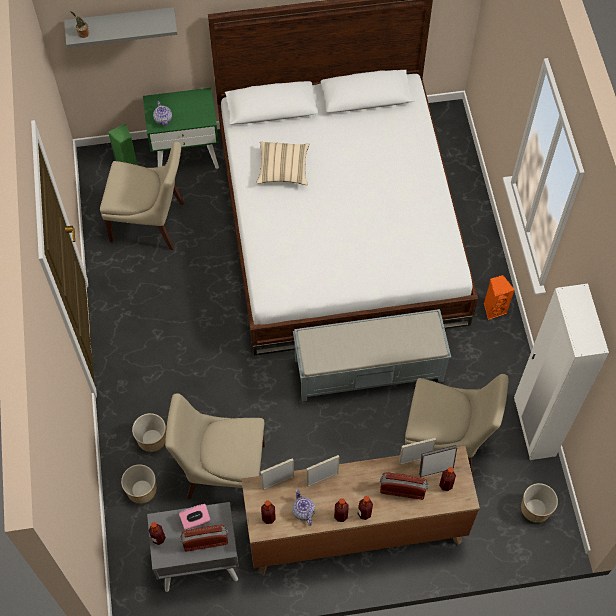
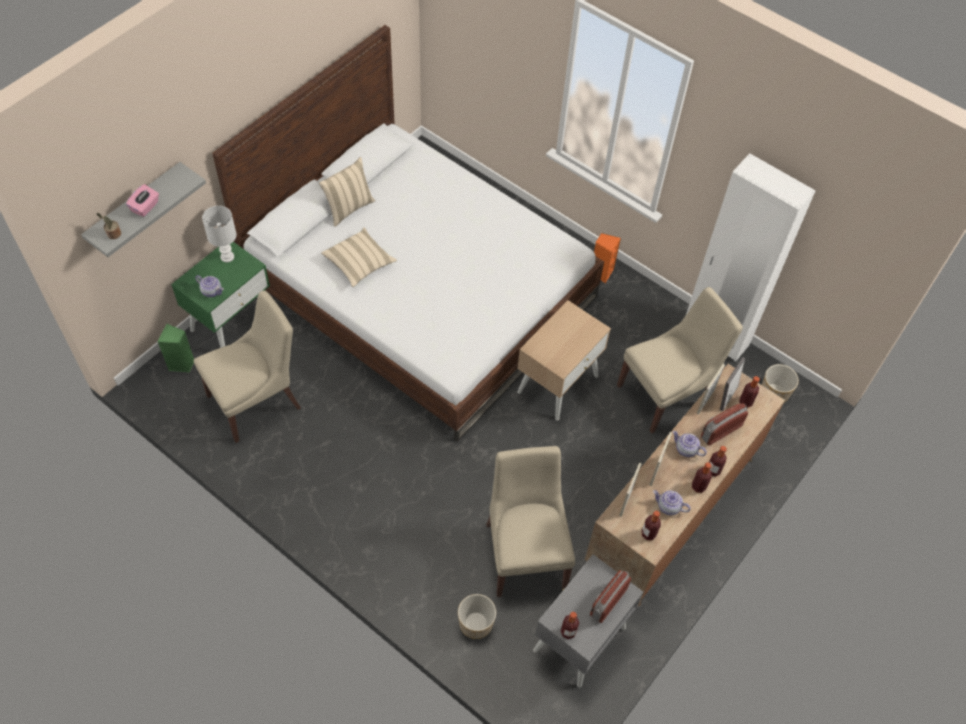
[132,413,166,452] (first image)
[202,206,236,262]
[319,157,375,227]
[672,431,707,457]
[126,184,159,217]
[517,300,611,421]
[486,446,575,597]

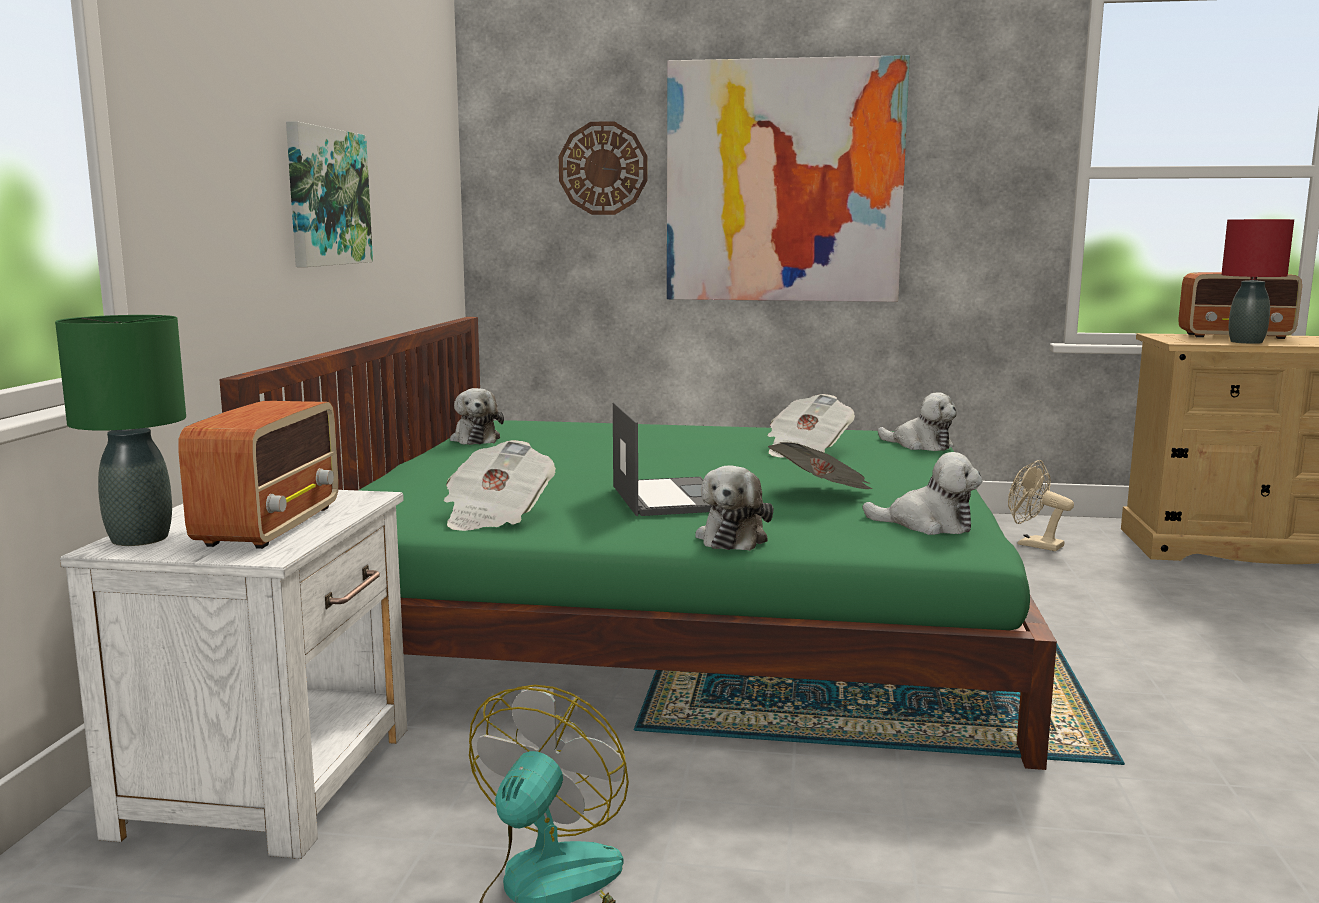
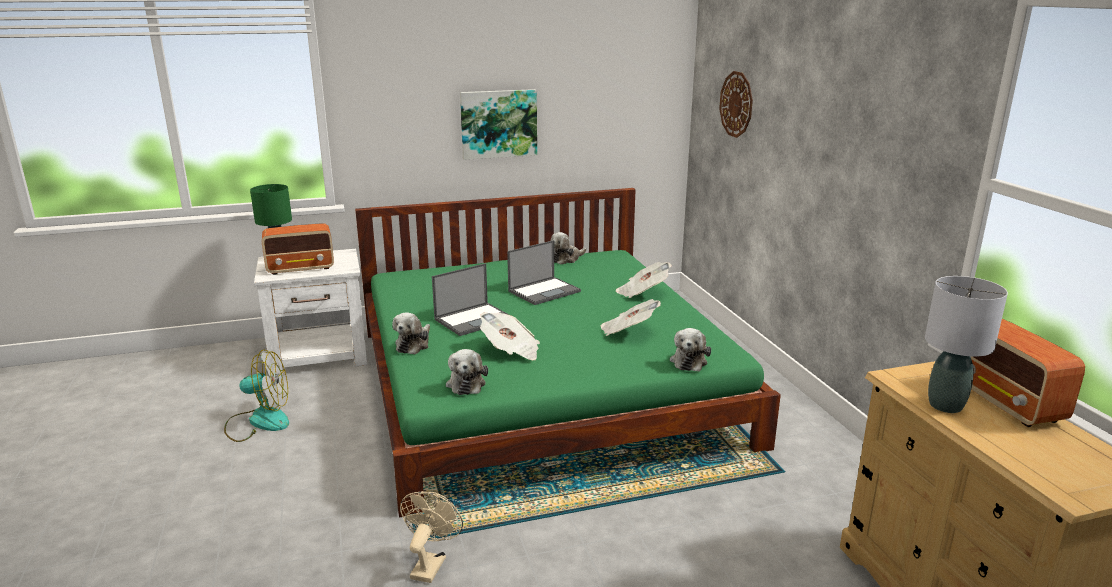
[667,55,910,302] (first image)
[507,240,581,305]
[616,262,672,298]
[400,491,463,583]
[925,276,1008,413]
[392,312,430,355]

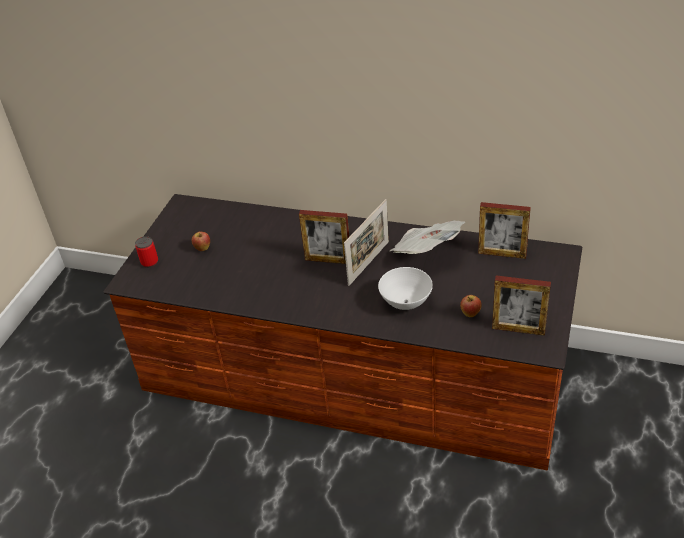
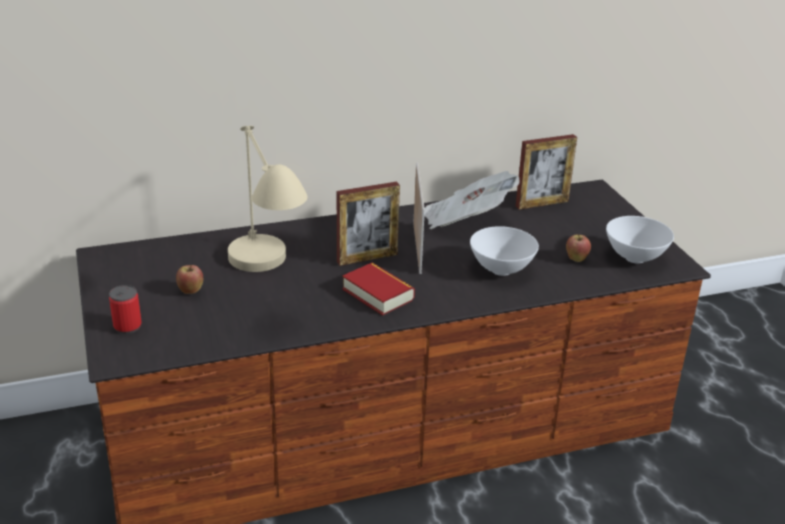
[228,125,307,272]
[342,263,415,316]
[606,216,674,263]

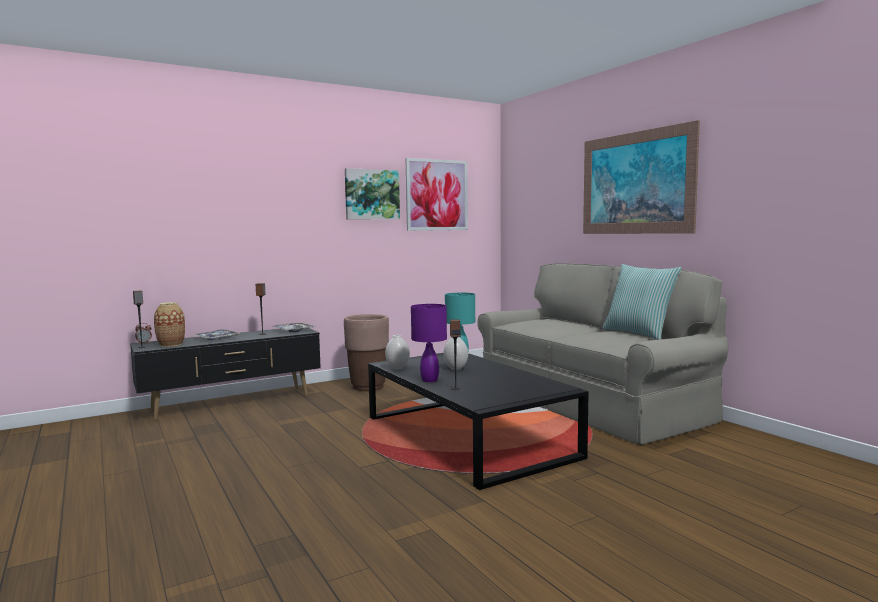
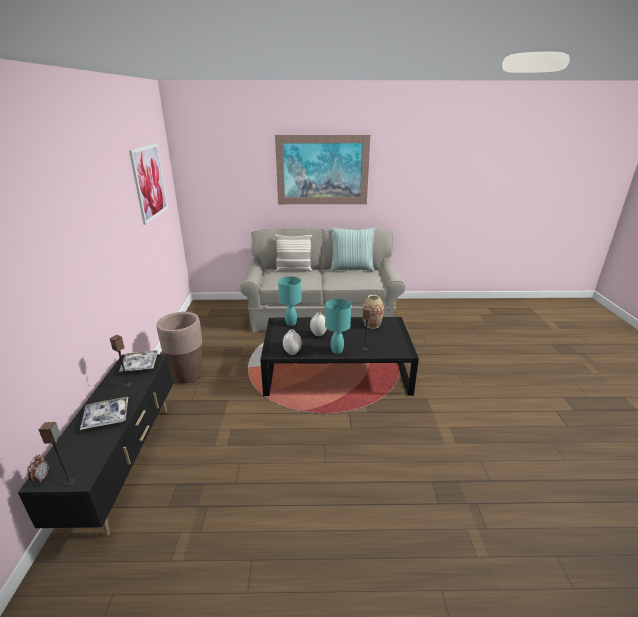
[345,168,400,219] (first image)
[275,234,312,272]
[362,295,384,329]
[325,299,351,354]

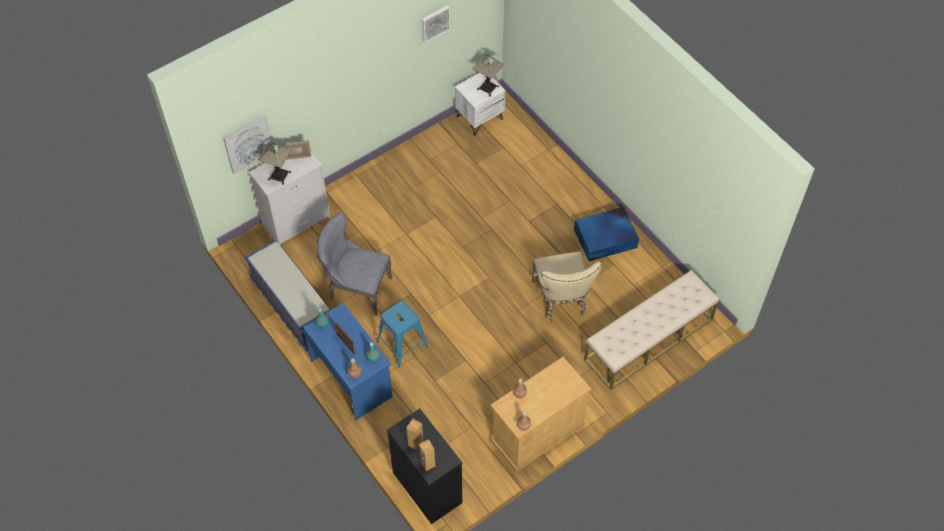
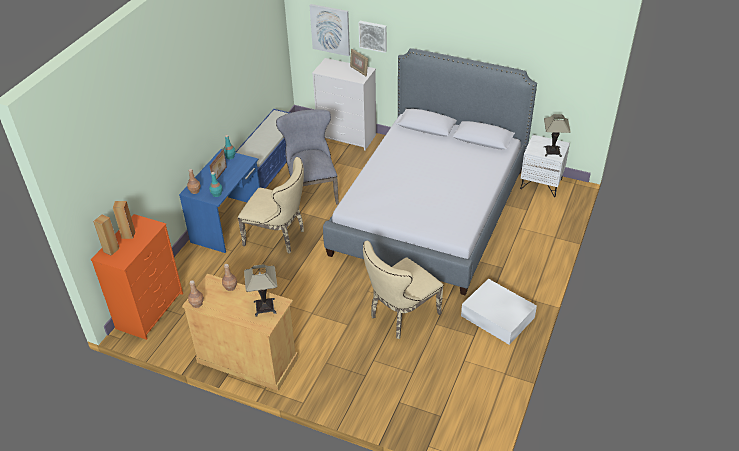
[584,270,719,390] (first image)
[323,48,537,295]
[244,264,277,317]
[359,21,387,53]
[238,157,304,254]
[91,214,183,340]
[461,279,537,345]

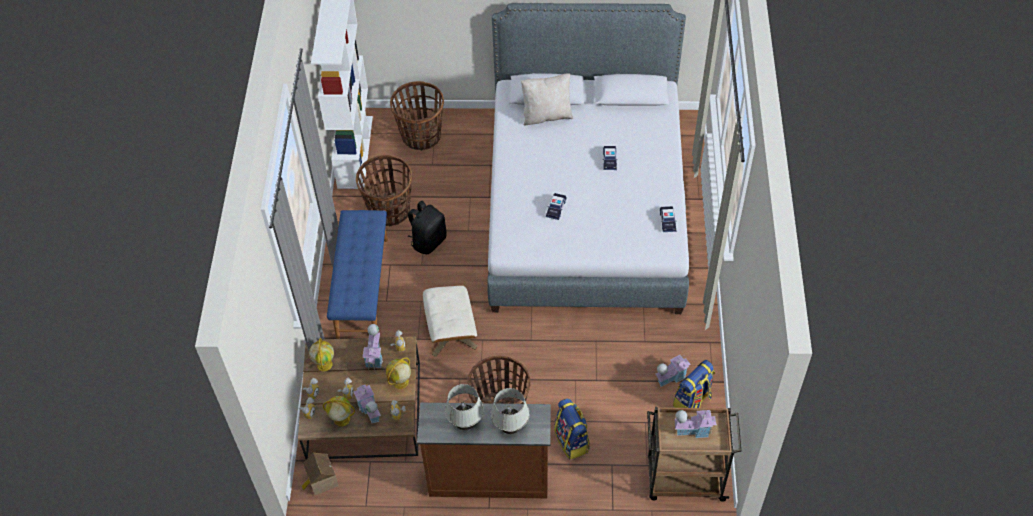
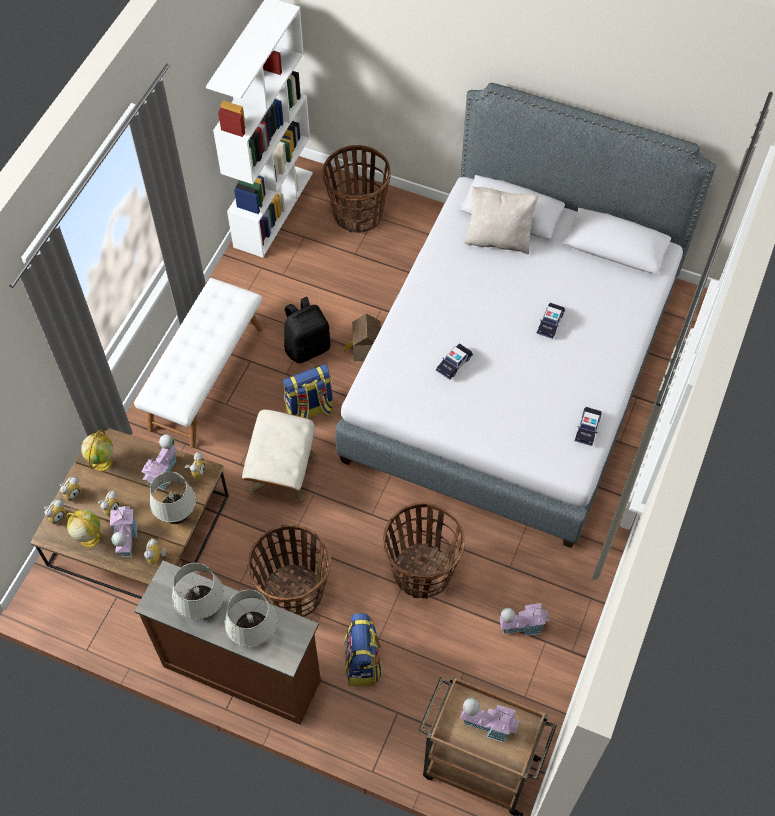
[344,313,381,361]
[383,502,465,599]
[282,364,334,419]
[150,472,196,524]
[134,278,262,448]

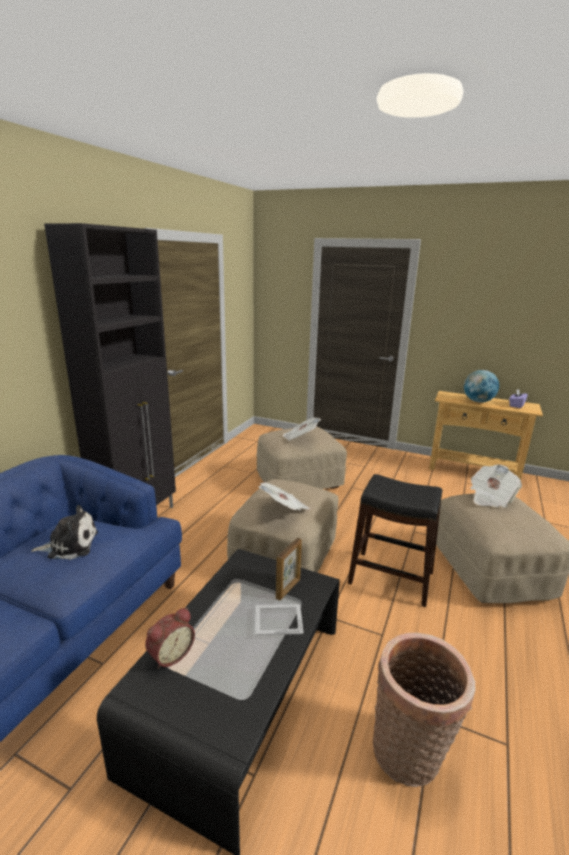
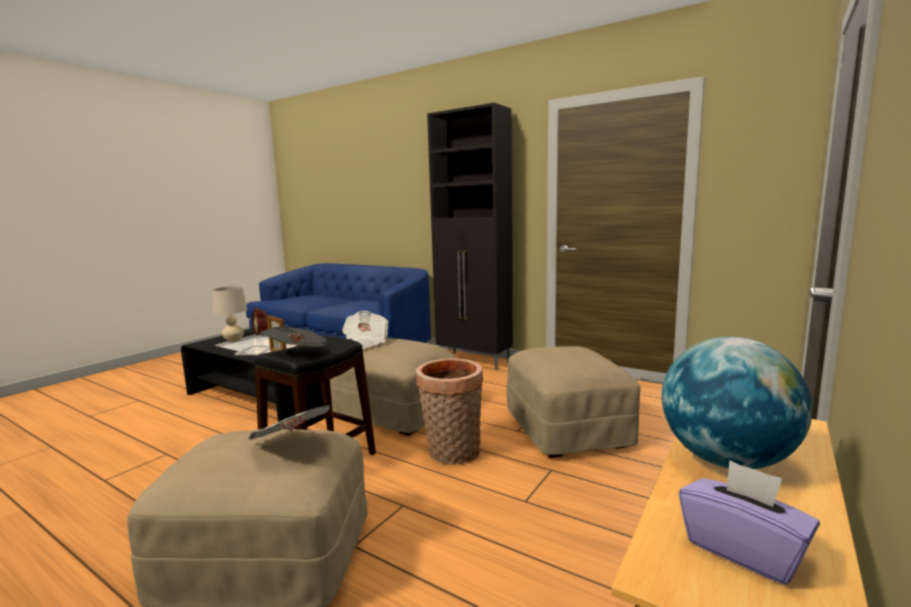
[31,505,98,560] (first image)
[212,286,247,342]
[260,326,326,346]
[416,358,483,465]

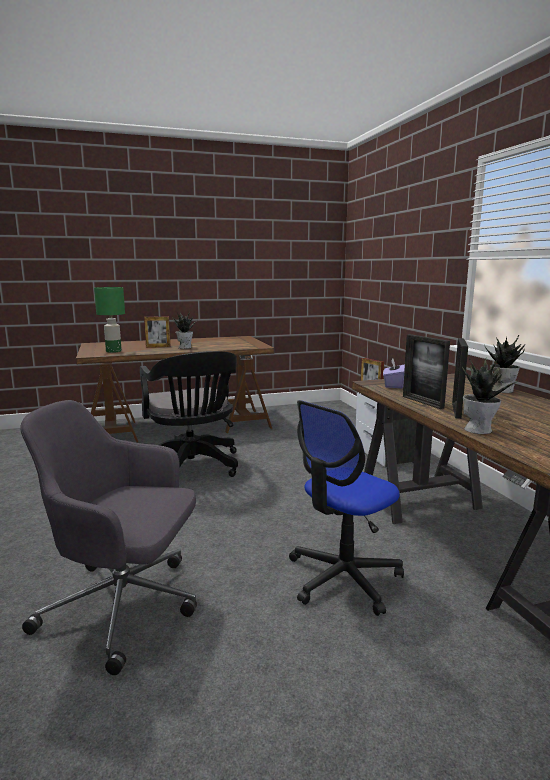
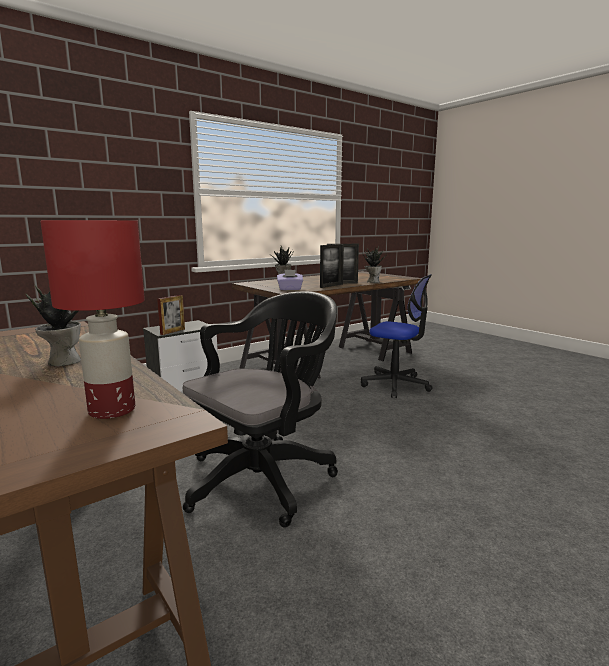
[20,400,197,675] (first image)
[144,316,171,348] (first image)
[40,220,145,419]

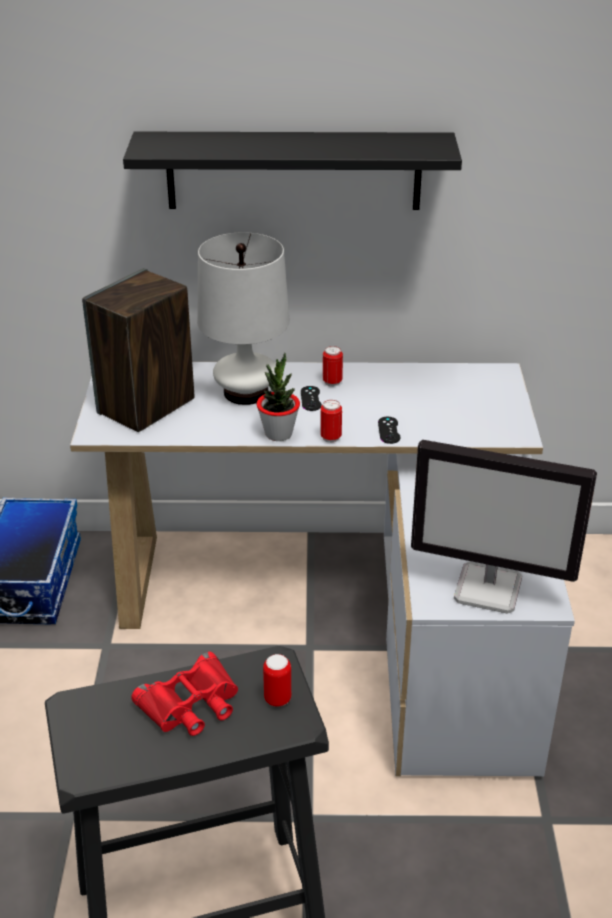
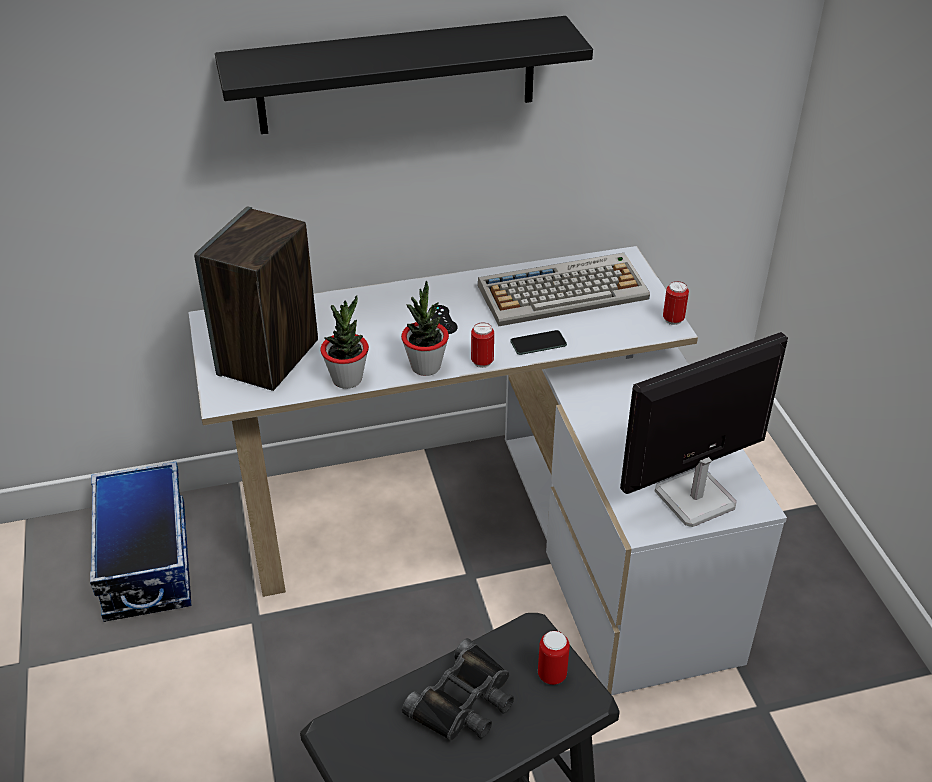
[197,232,290,405] (first image)
[320,295,369,389]
[478,253,650,326]
[663,281,689,325]
[510,330,567,355]
[402,638,514,741]
[620,332,788,527]

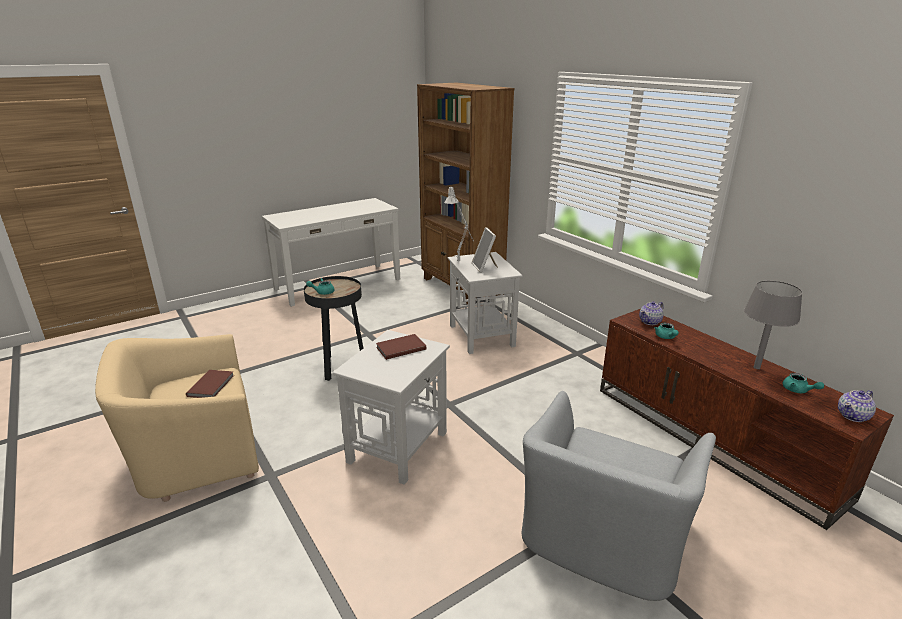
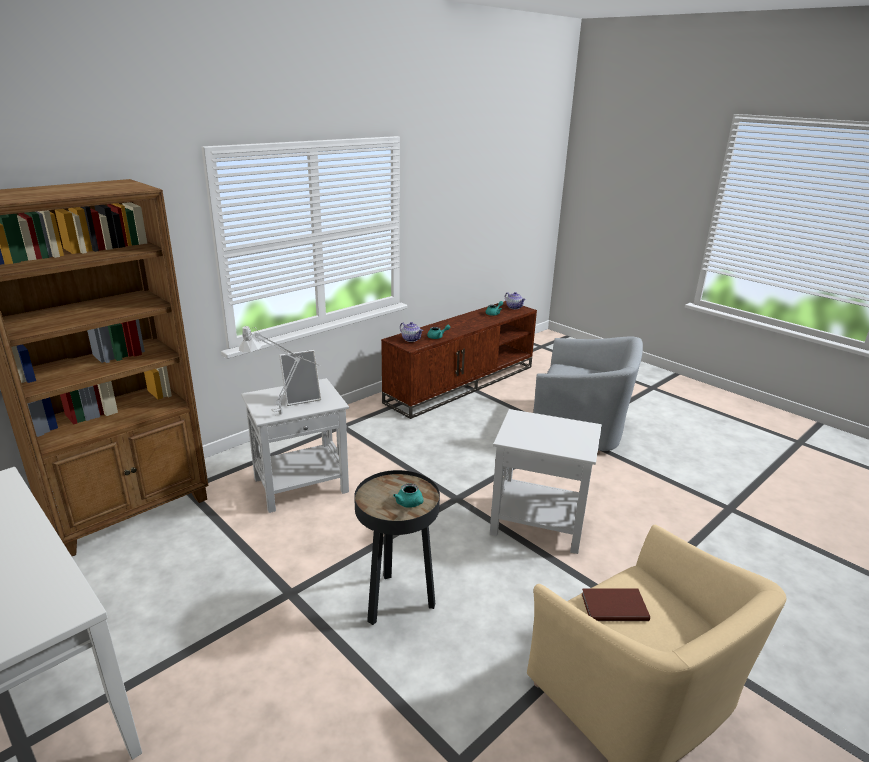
[376,334,427,360] (first image)
[744,281,803,369] (first image)

